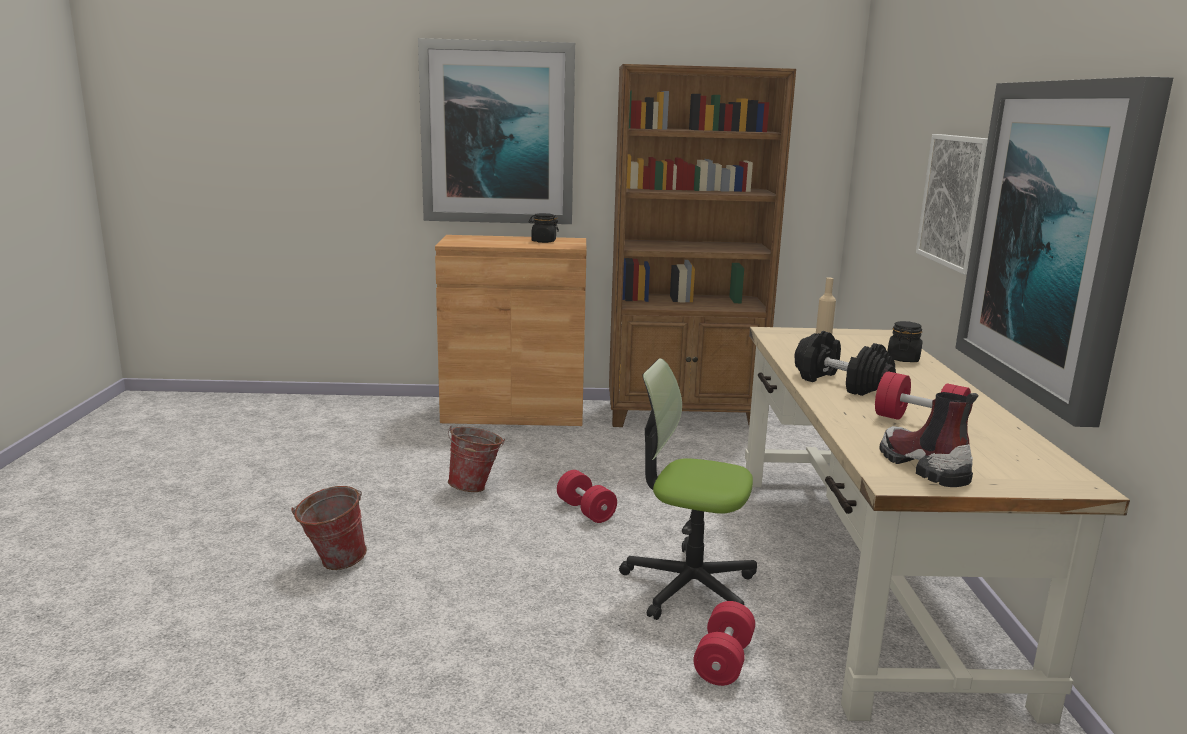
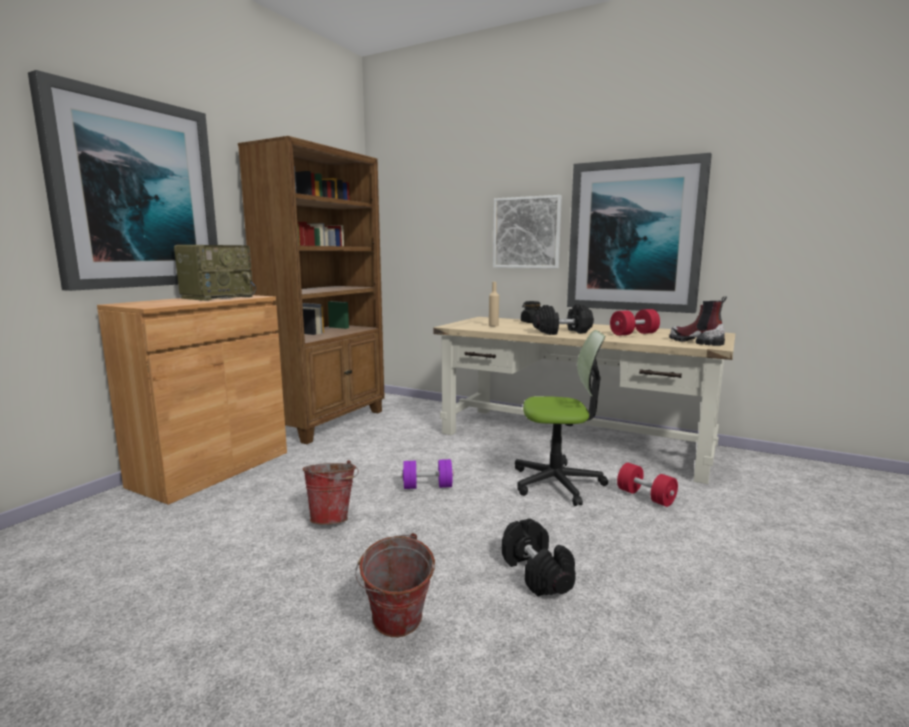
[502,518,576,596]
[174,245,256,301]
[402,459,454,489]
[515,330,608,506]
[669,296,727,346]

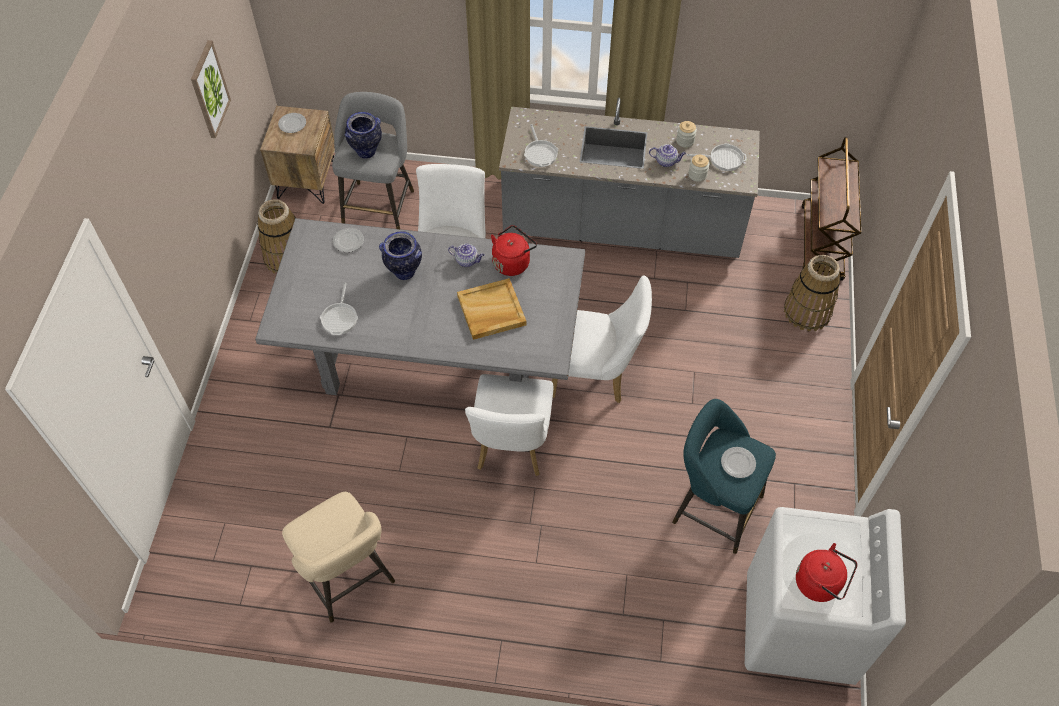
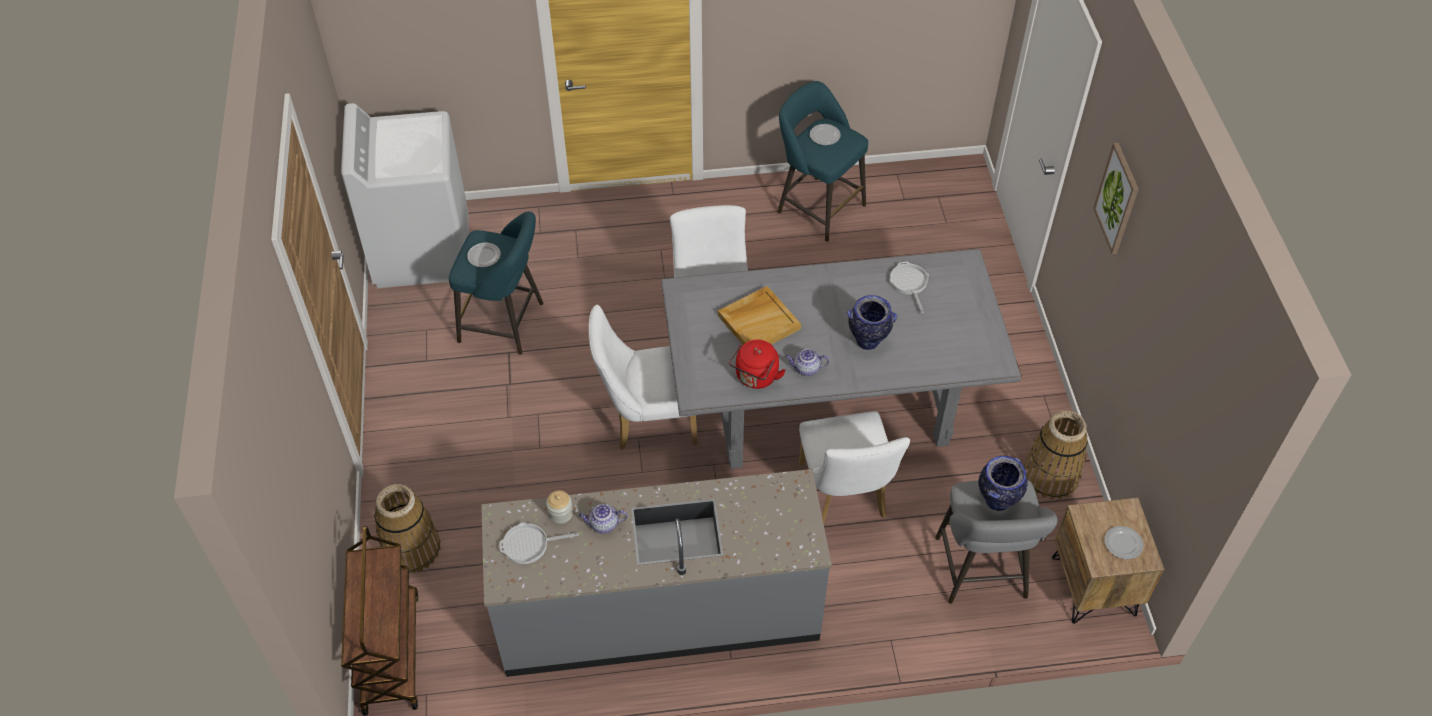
[524,124,558,167] (first image)
[676,121,697,148] (first image)
[796,543,857,602] (first image)
[1093,143,1139,254]
[810,124,841,145]
[778,81,868,242]

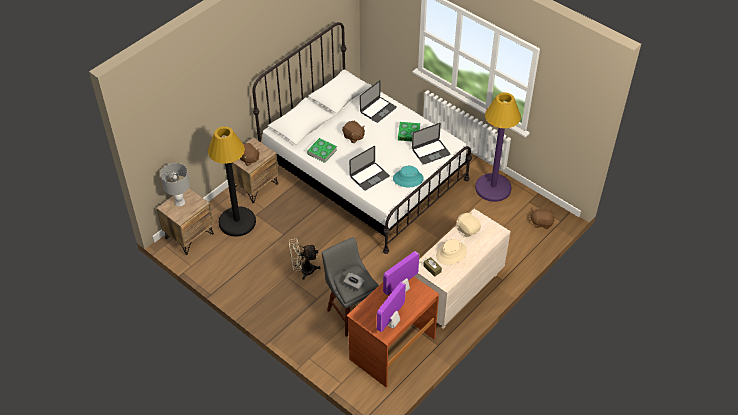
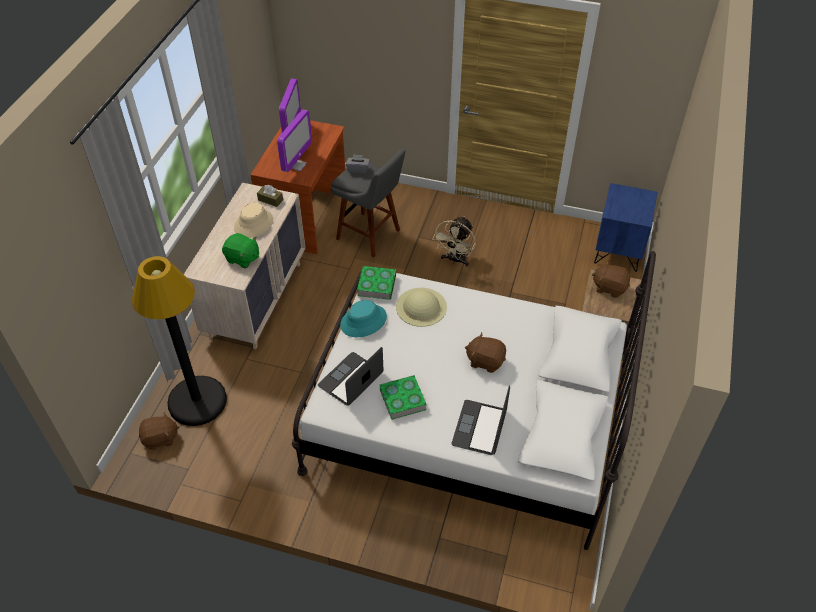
[160,163,190,206] (first image)
[475,92,521,202] (first image)
[132,256,227,426]
[357,266,396,300]
[396,288,447,327]
[594,183,657,272]
[222,233,259,268]
[432,216,476,266]

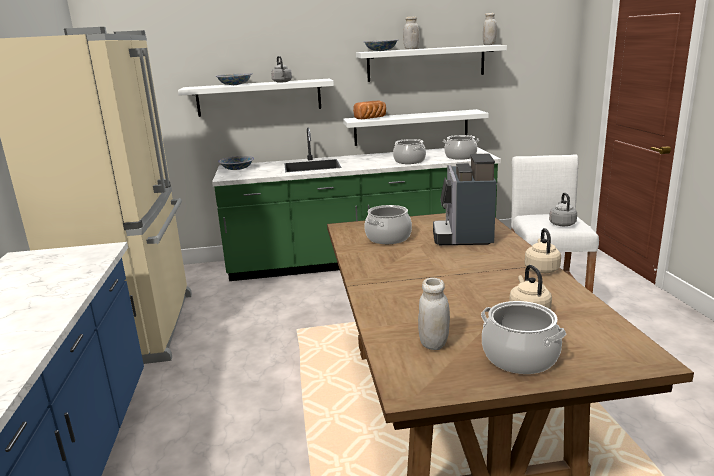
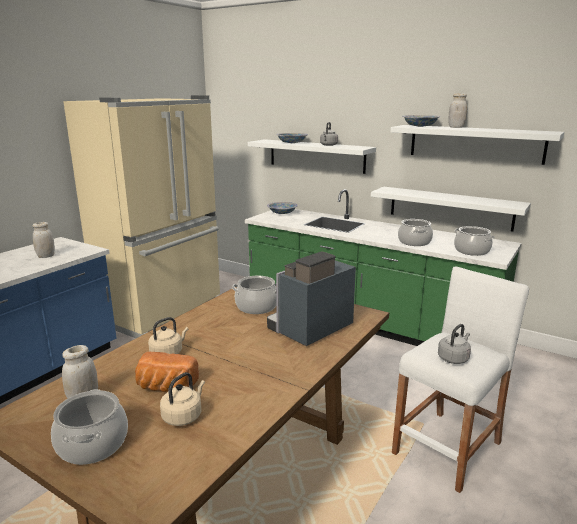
[135,352,199,392]
[33,222,55,258]
[148,317,188,354]

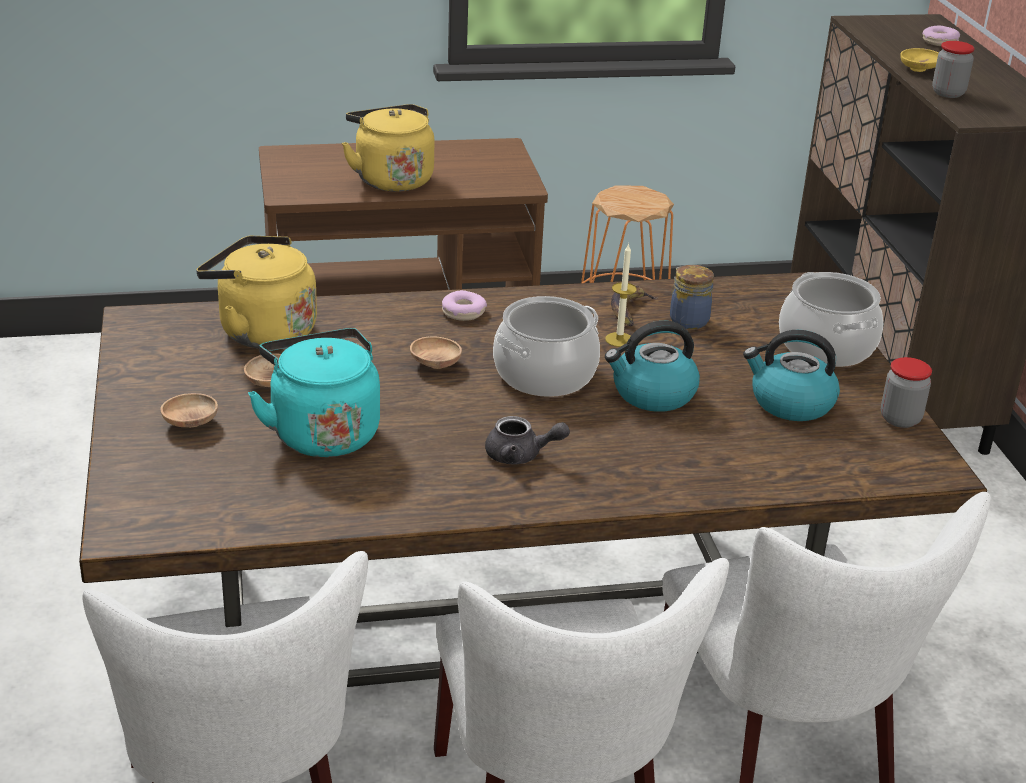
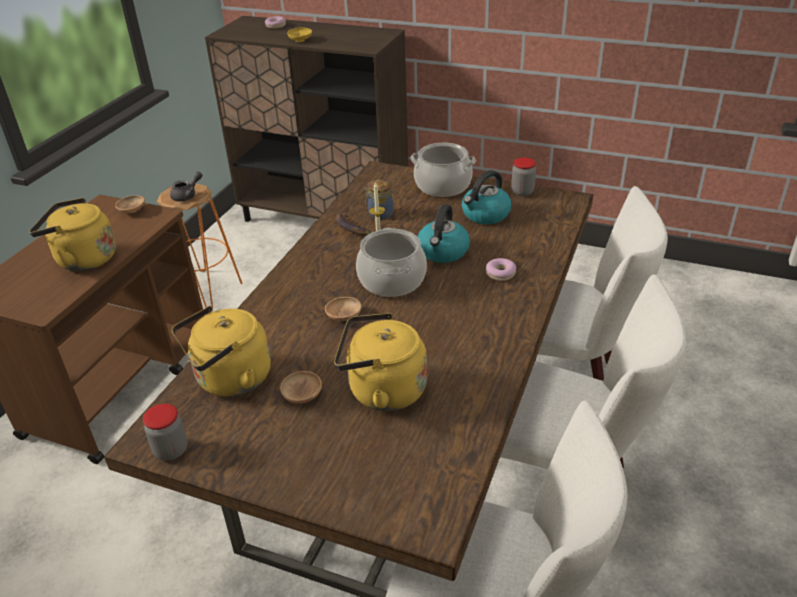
[115,195,145,213]
[486,258,516,281]
[170,171,202,202]
[143,404,188,461]
[334,313,427,411]

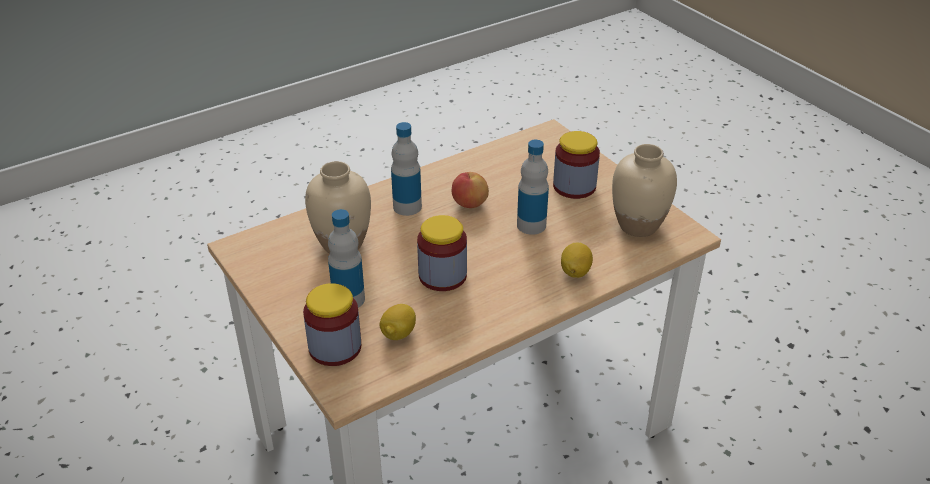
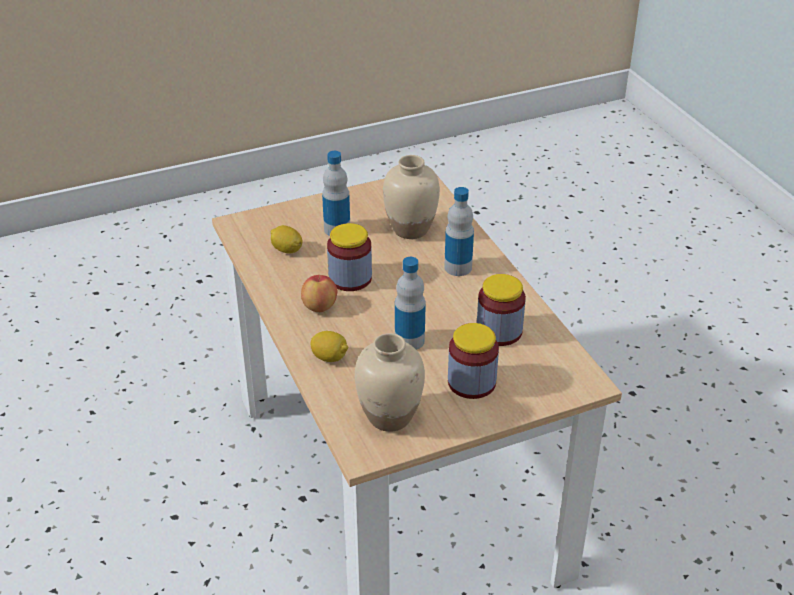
[477,274,526,346]
[301,275,338,312]

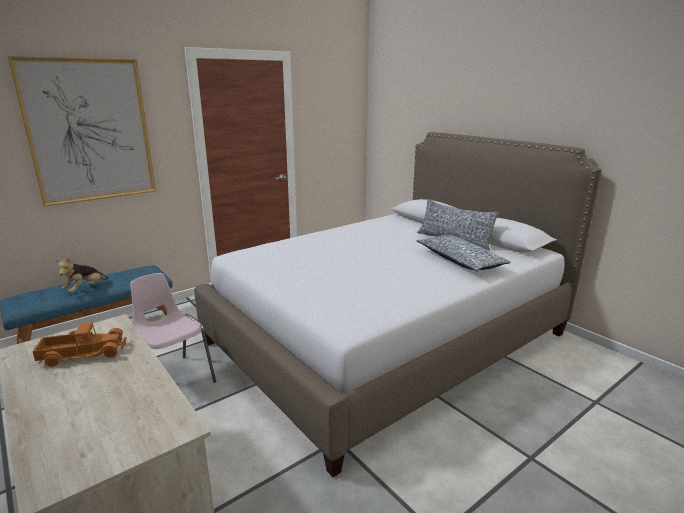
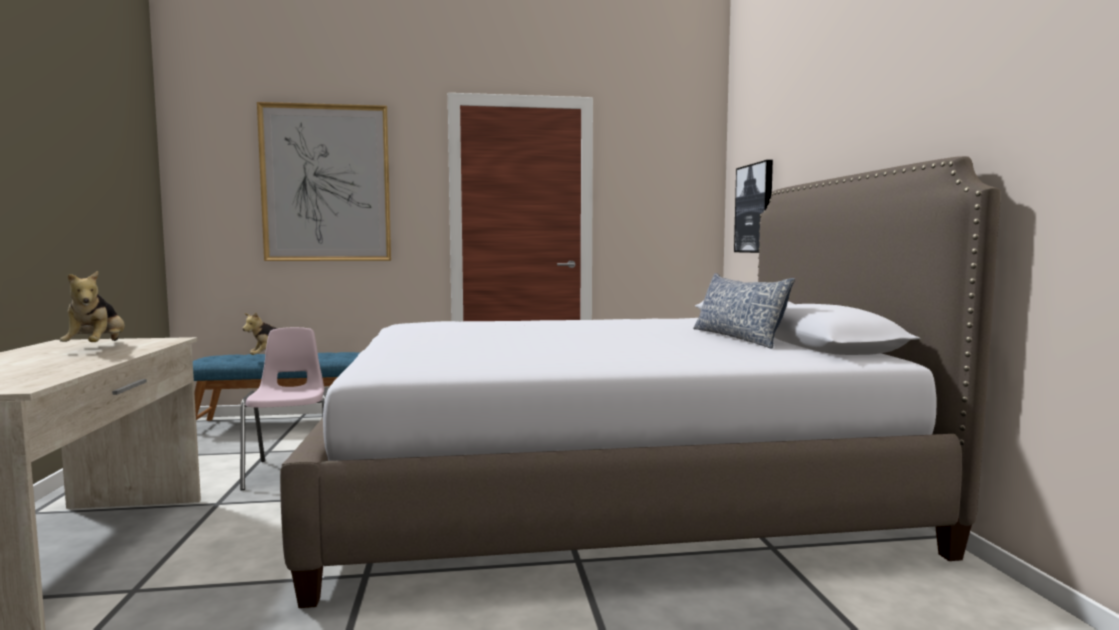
[417,235,511,271] (first image)
[734,160,773,253]
[60,271,125,342]

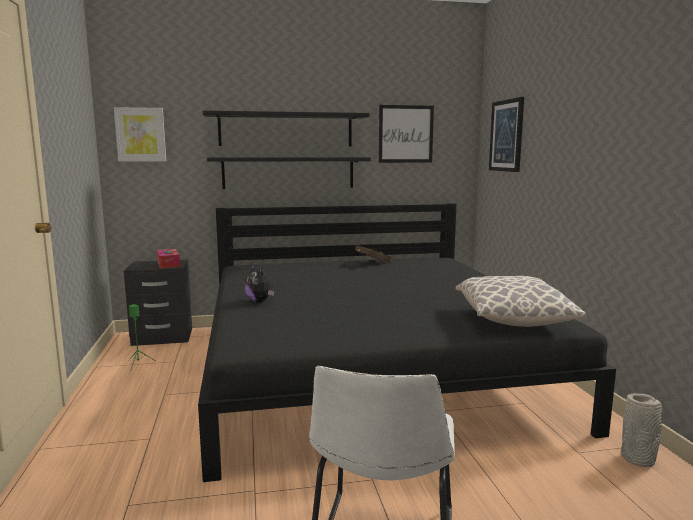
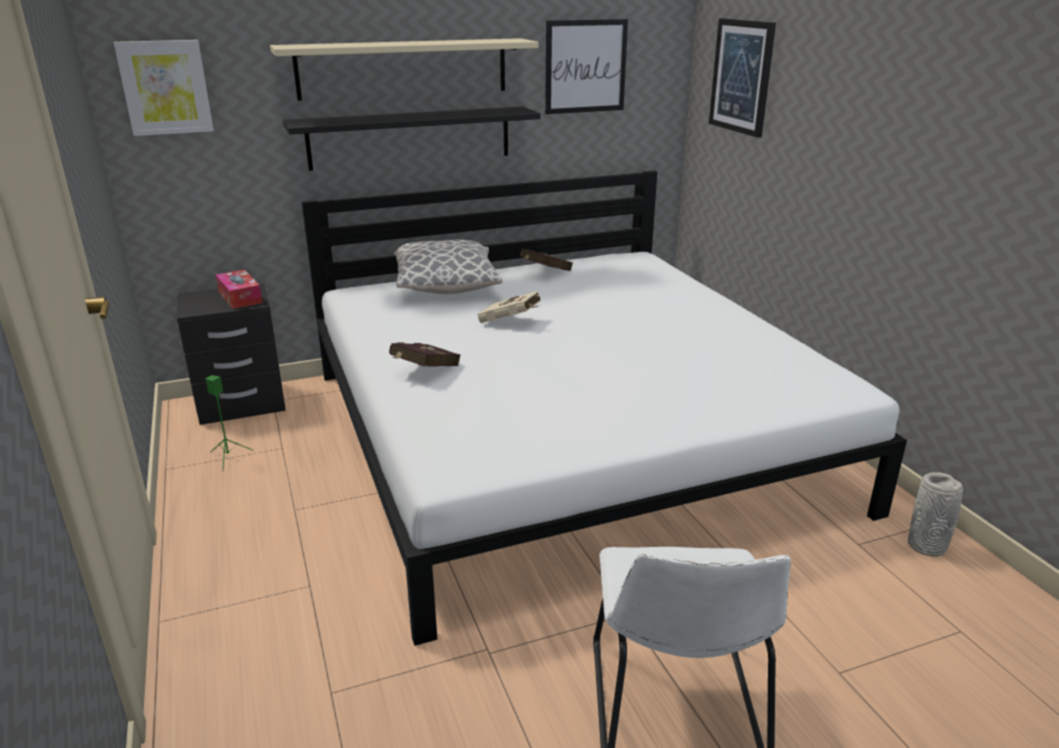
[477,291,541,323]
[394,240,502,294]
[389,342,461,366]
[302,171,907,646]
[270,38,539,101]

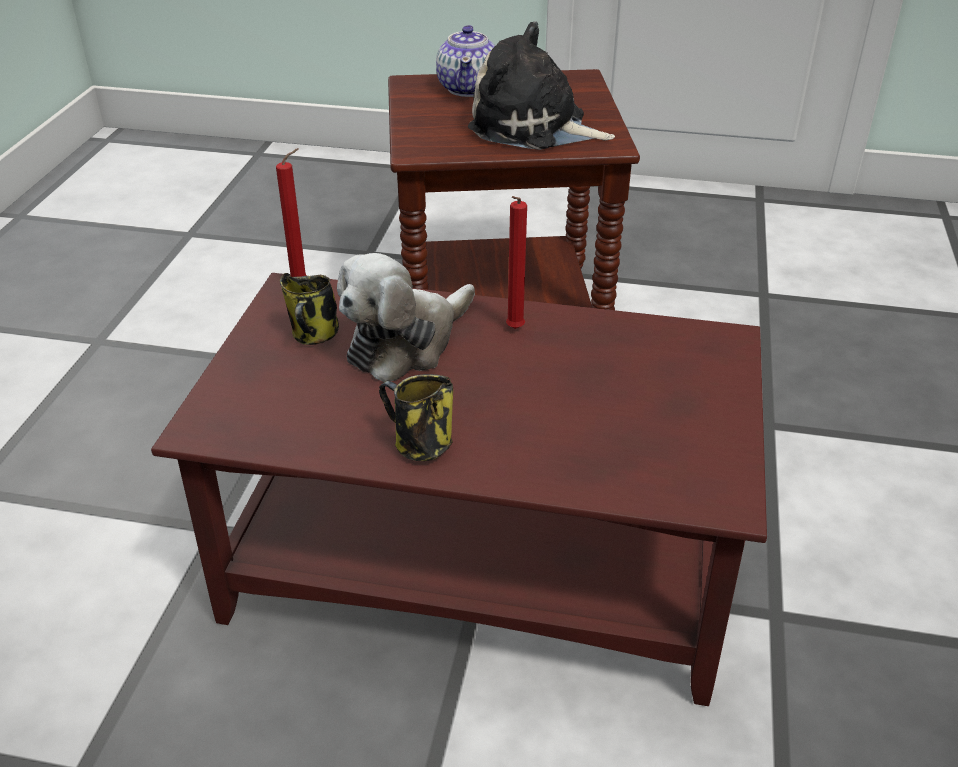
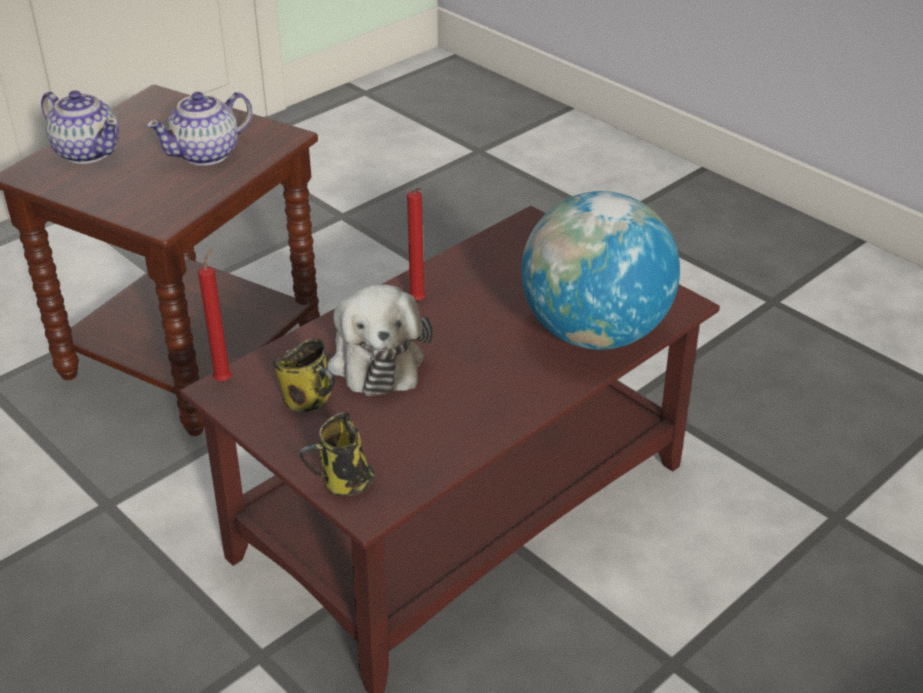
[521,191,680,350]
[299,412,375,496]
[146,92,253,166]

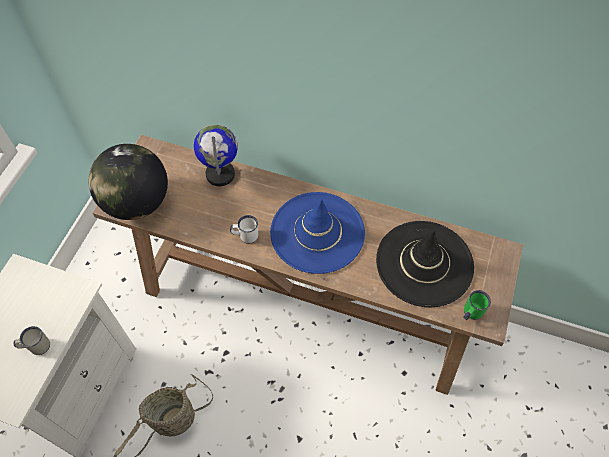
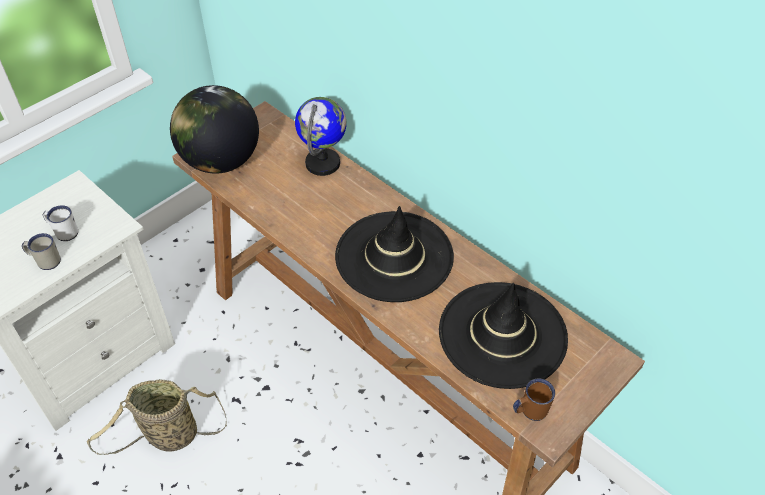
[43,205,78,241]
[335,206,454,302]
[513,378,555,421]

